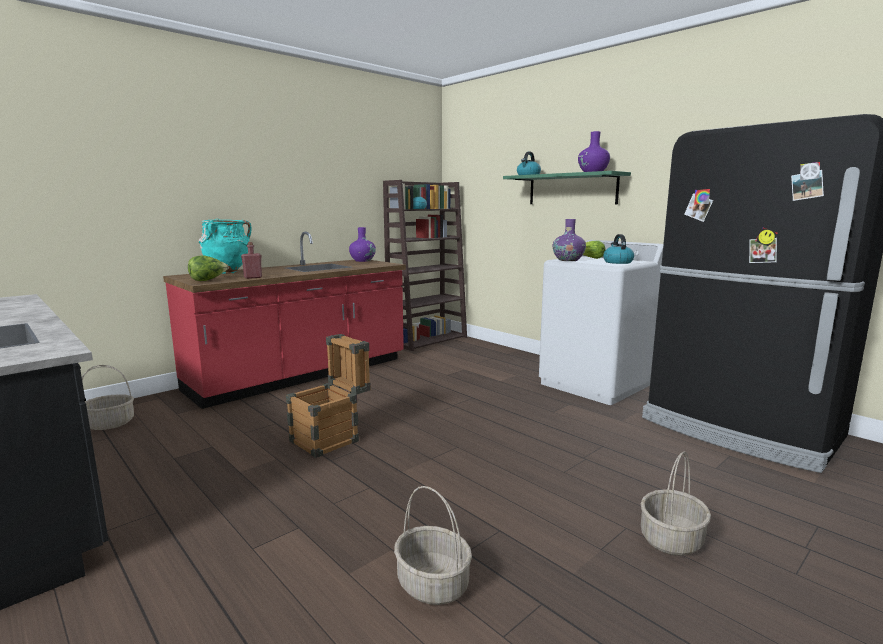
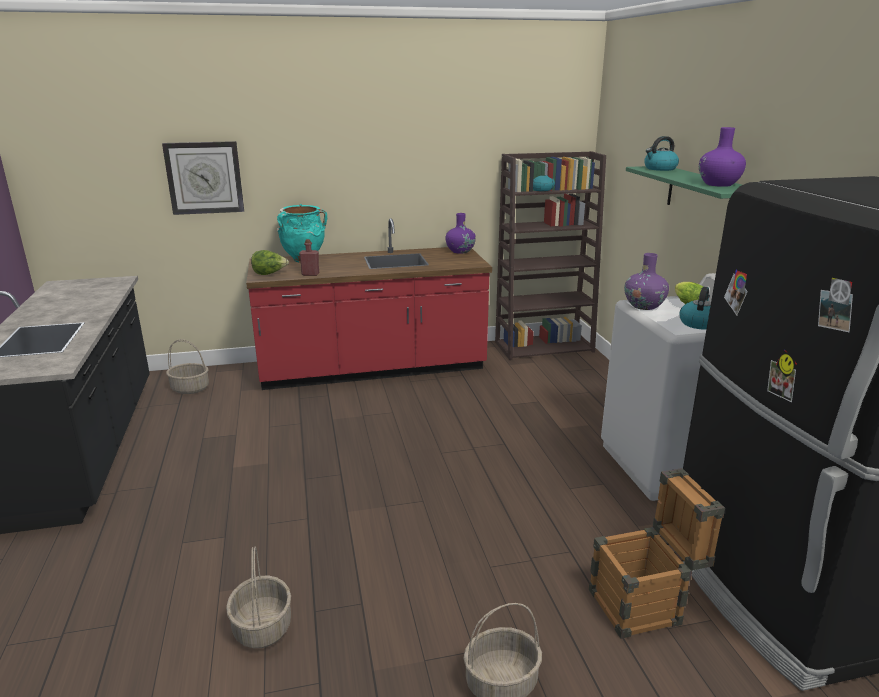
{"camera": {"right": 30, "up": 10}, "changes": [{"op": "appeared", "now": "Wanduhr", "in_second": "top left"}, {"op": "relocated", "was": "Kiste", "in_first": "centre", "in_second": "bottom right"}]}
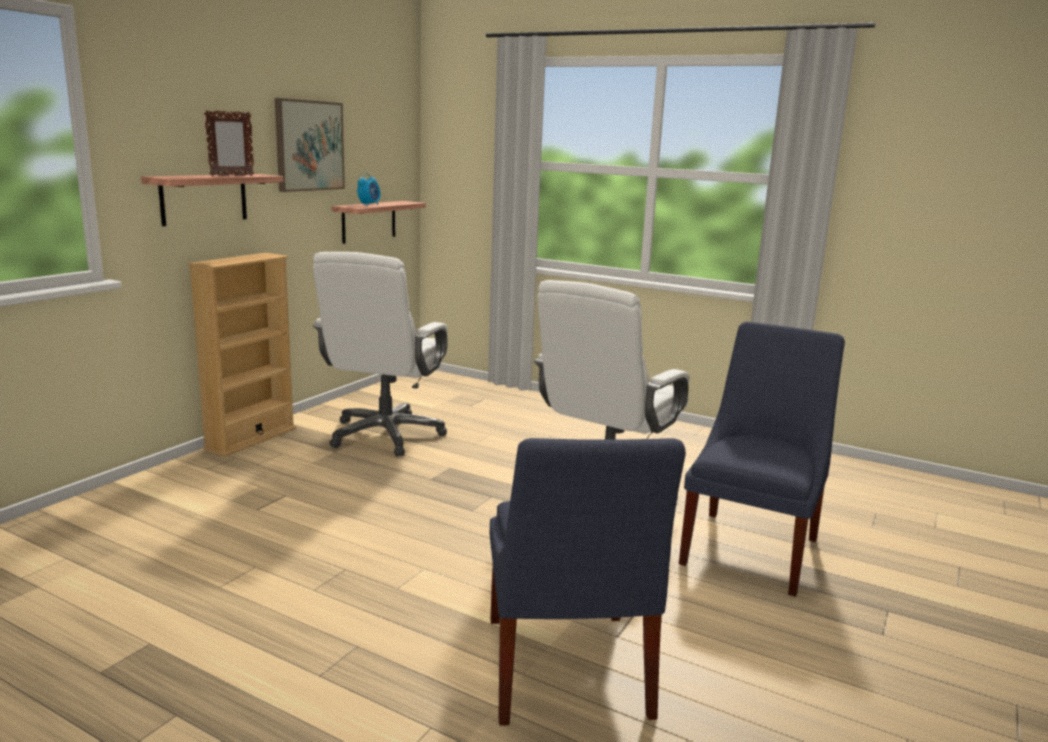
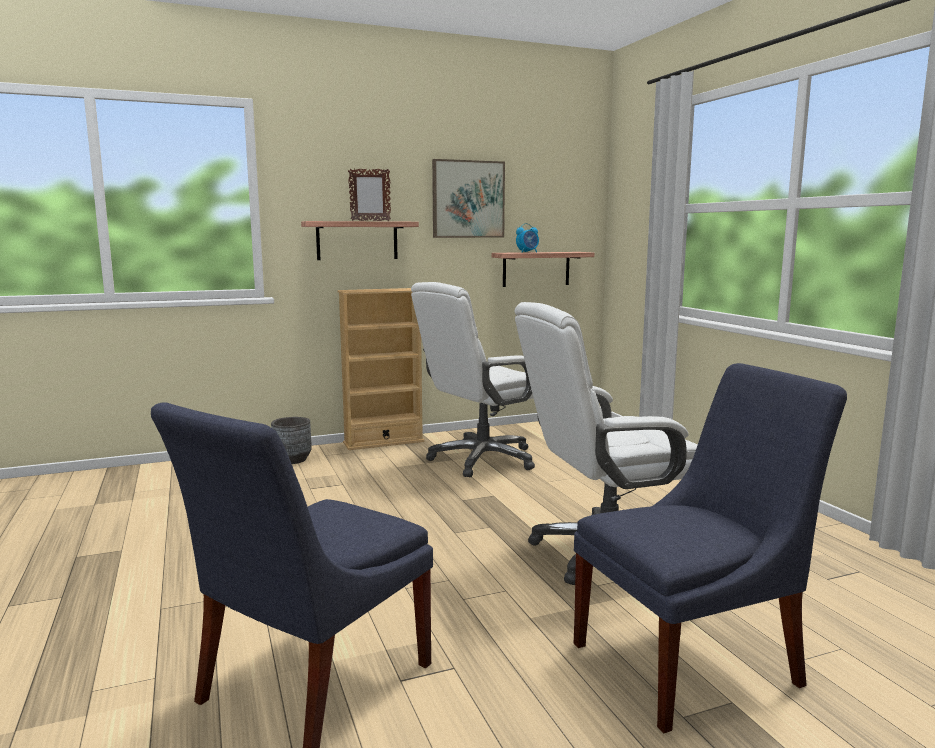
{"camera": {"right": 40, "up": -5}, "changes": [{"op": "appeared", "now": "Pflanzkübel/grau", "in_second": "middle left"}]}
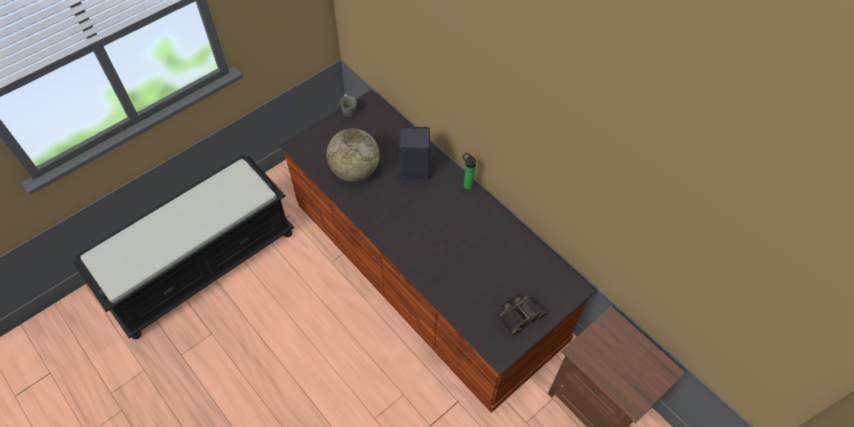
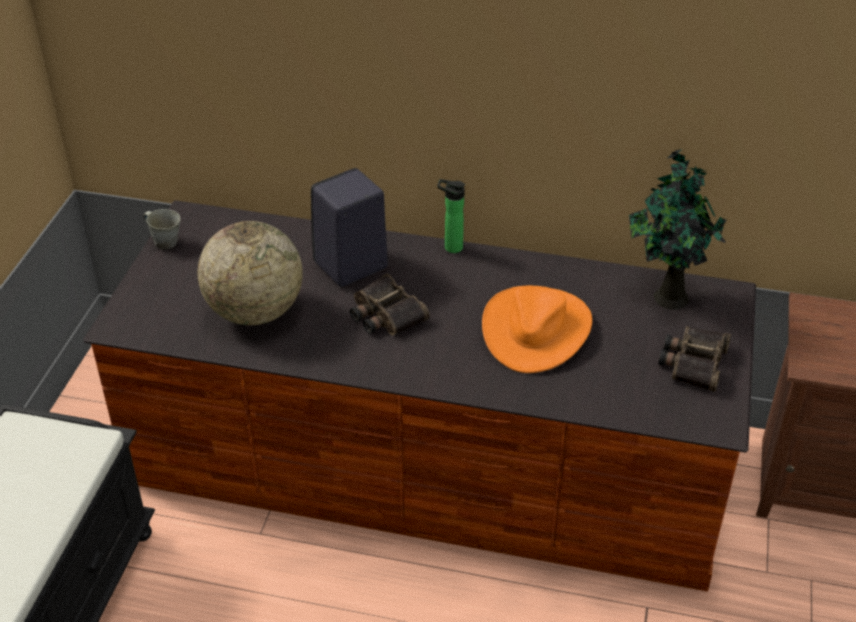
{"camera": {"right": -35, "up": -15}, "changes": [{"op": "appeared", "now": "Fernglas (no. 1 from left)", "in_second": "centre"}, {"op": "appeared", "now": "Hut/orange", "in_second": "centre"}, {"op": "appeared", "now": "Topfpflanze", "in_second": "middle right"}]}
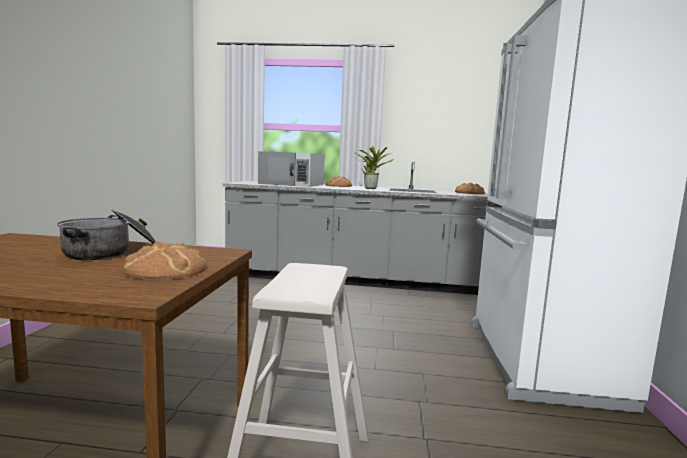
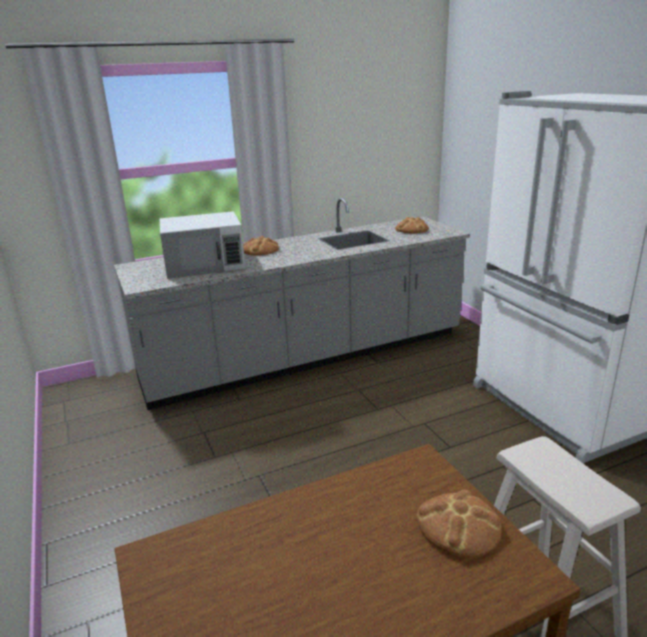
{"camera": {"right": -30, "up": 15}, "changes": [{"op": "missing", "was": "Kochtopf", "in_first": "middle left"}, {"op": "missing", "was": "Topfpflanze", "in_first": "centre"}]}
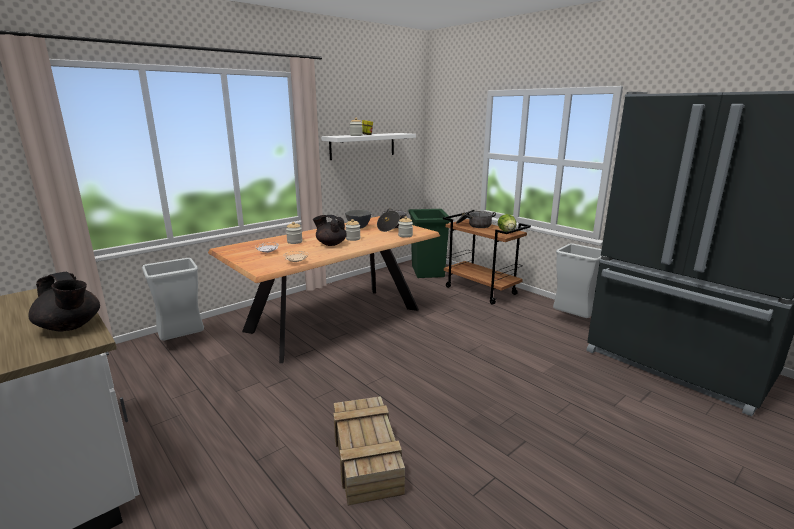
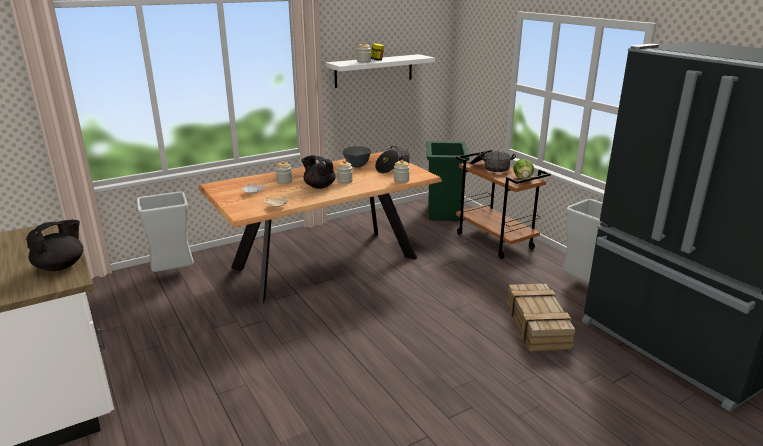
{"camera": {"right": 10, "up": 5}, "changes": [{"op": "spun", "was": "Teekanne/schwarz (no. 1 from left)", "in_first": "middle left", "in_second": "middle left", "clockwise": -105}, {"op": "relocated", "was": "Kiste", "in_first": "bottom centre", "in_second": "bottom right"}]}
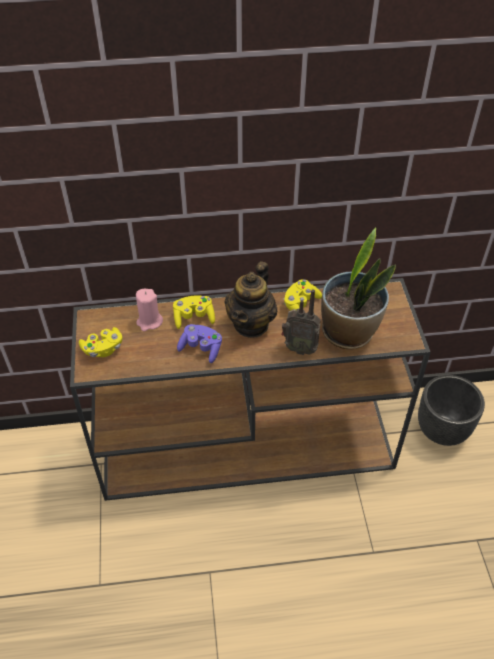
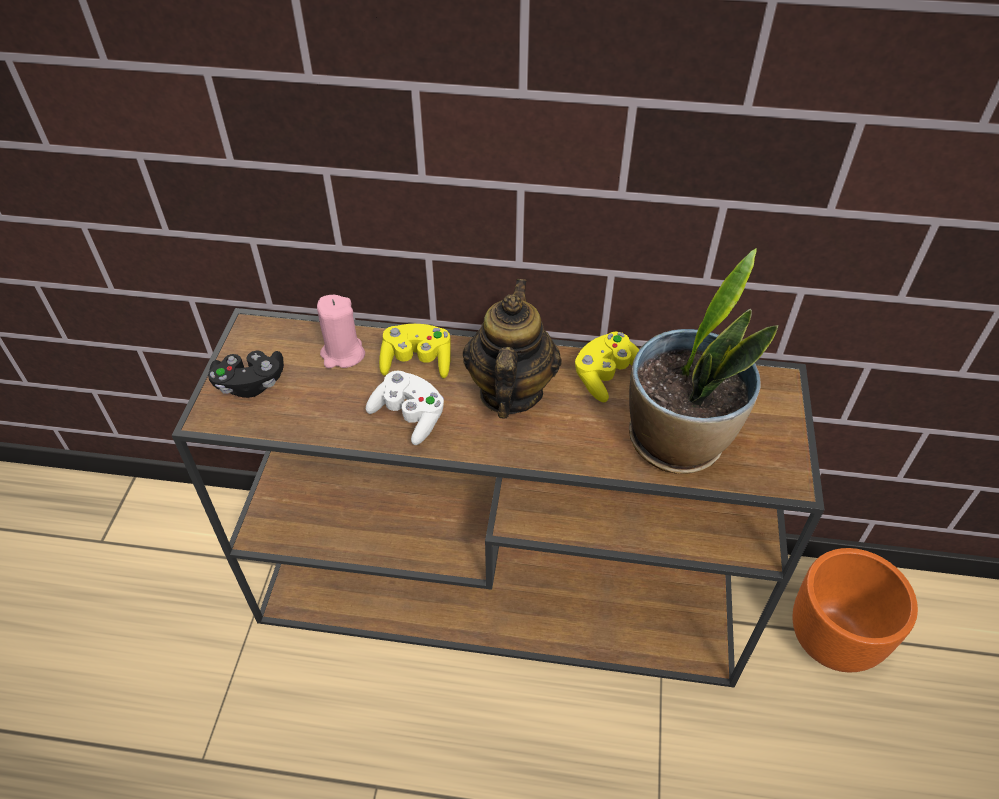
{"camera": {"right": 15, "up": 0}, "changes": [{"op": "colour", "was": "Gamepad/gelb (no. 1 from left)", "now": "Gamepad/schwarz", "in_first": "middle left", "in_second": "middle left"}, {"op": "colour", "was": "Gamepad/lila", "now": "Gamepad/weiß", "in_first": "centre", "in_second": "centre"}, {"op": "spun", "was": "Teekanne", "in_first": "centre", "in_second": "centre", "clockwise": 150}, {"op": "colour", "was": "Pflanzkübel/schwarz", "now": "Pflanzkübel/orange", "in_first": "middle right", "in_second": "bottom right"}, {"op": "missing", "was": "Radio", "in_first": "centre"}]}
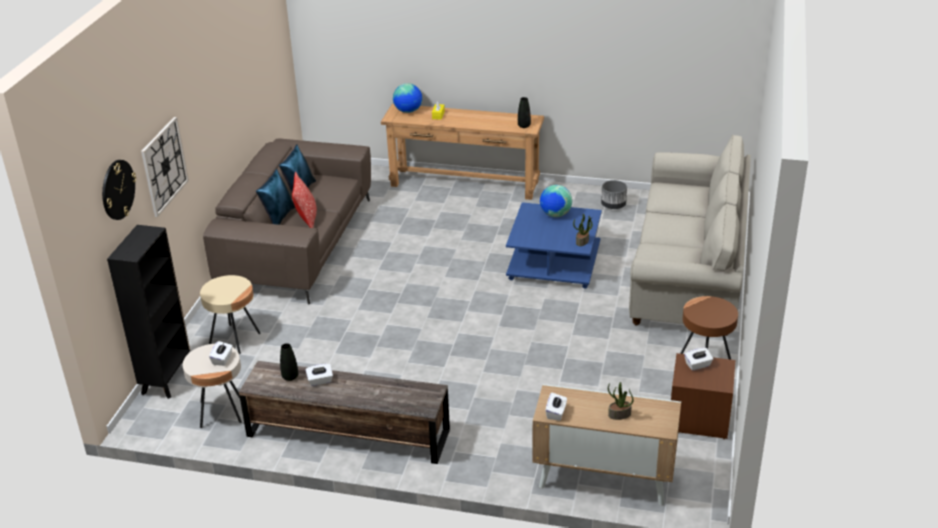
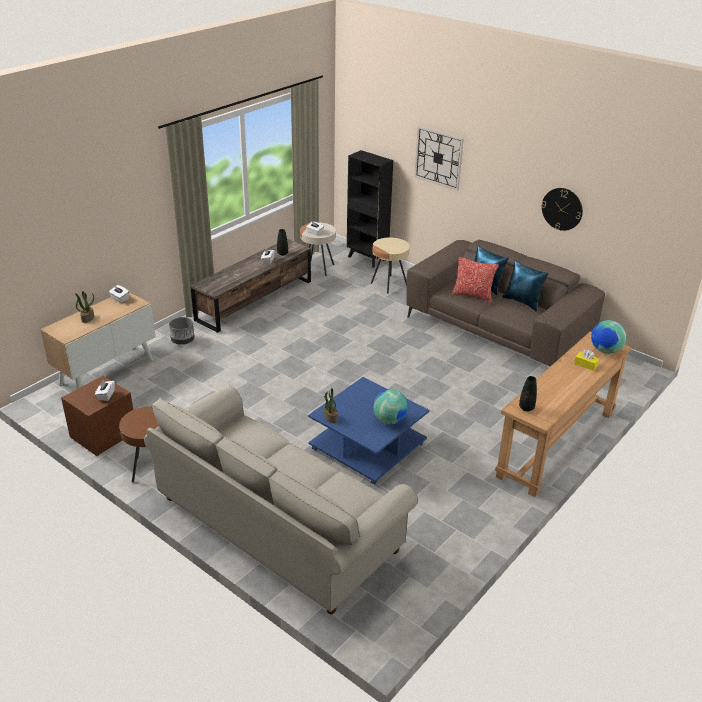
{"camera": {"right": 115, "up": 0}, "changes": [{"op": "relocated", "was": "Pflanzkübel/grau", "in_first": "centre", "in_second": "middle left"}, {"op": "relocated", "was": "Wanduhr (no. 1 from left in the first image)", "now": "Wanduhr (no. 2 from left)", "in_first": "middle left", "in_second": "top right"}]}
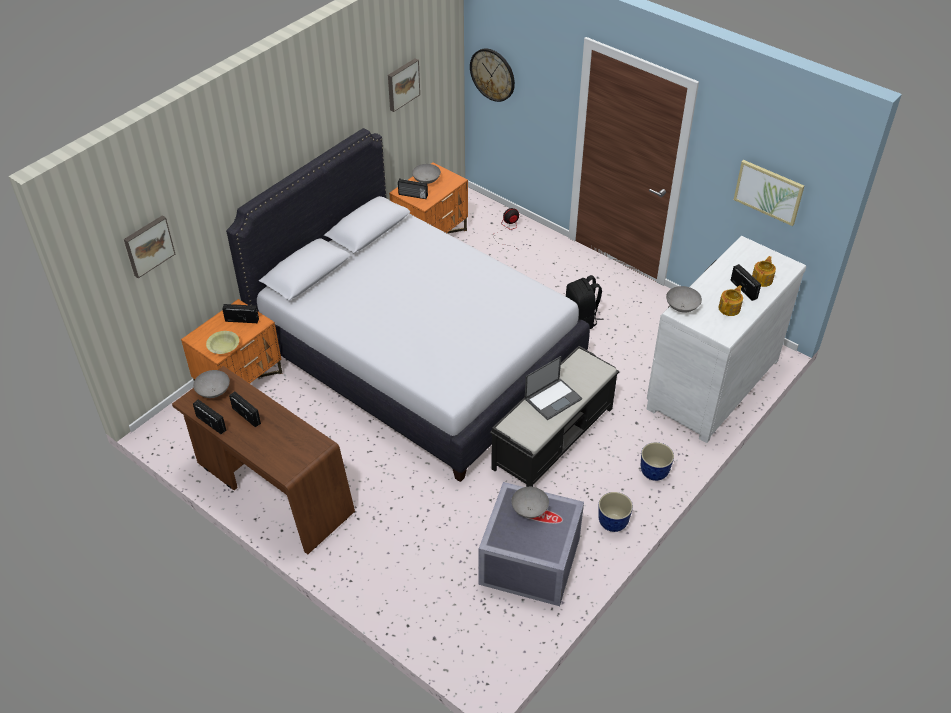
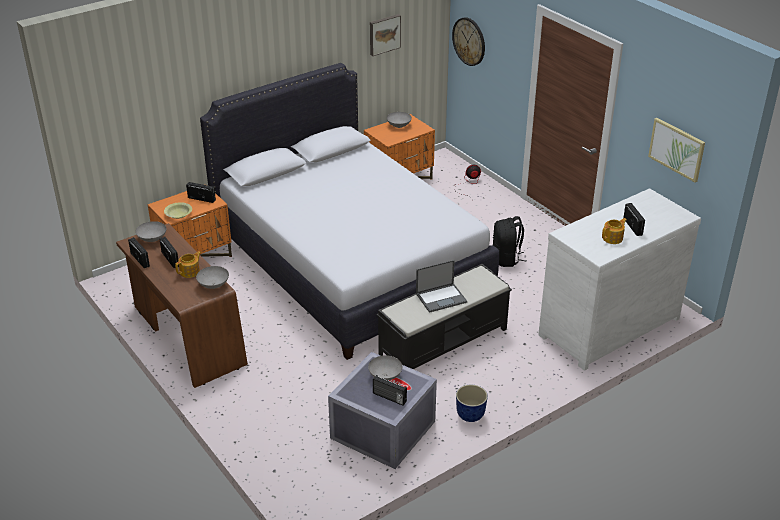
{"camera": {"right": 15, "up": -10}, "changes": [{"op": "relocated", "was": "Teekanne (no. 2 from left in the first image)", "now": "Teekanne (no. 1 from left)", "in_first": "middle right", "in_second": "middle left"}, {"op": "relocated", "was": "Schüssel/grau (no. 4 from left in the first image)", "now": "Schüssel/grau (no. 2 from left)", "in_first": "middle right", "in_second": "middle left"}, {"op": "relocated", "was": "Radio (no. 4 from left)", "in_first": "top centre", "in_second": "bottom centre"}, {"op": "missing", "was": "Bild (no. 1 from left)", "in_first": "middle left"}, {"op": "missing", "was": "Pflanzkübel (no. 2 from left)", "in_first": "middle right"}]}
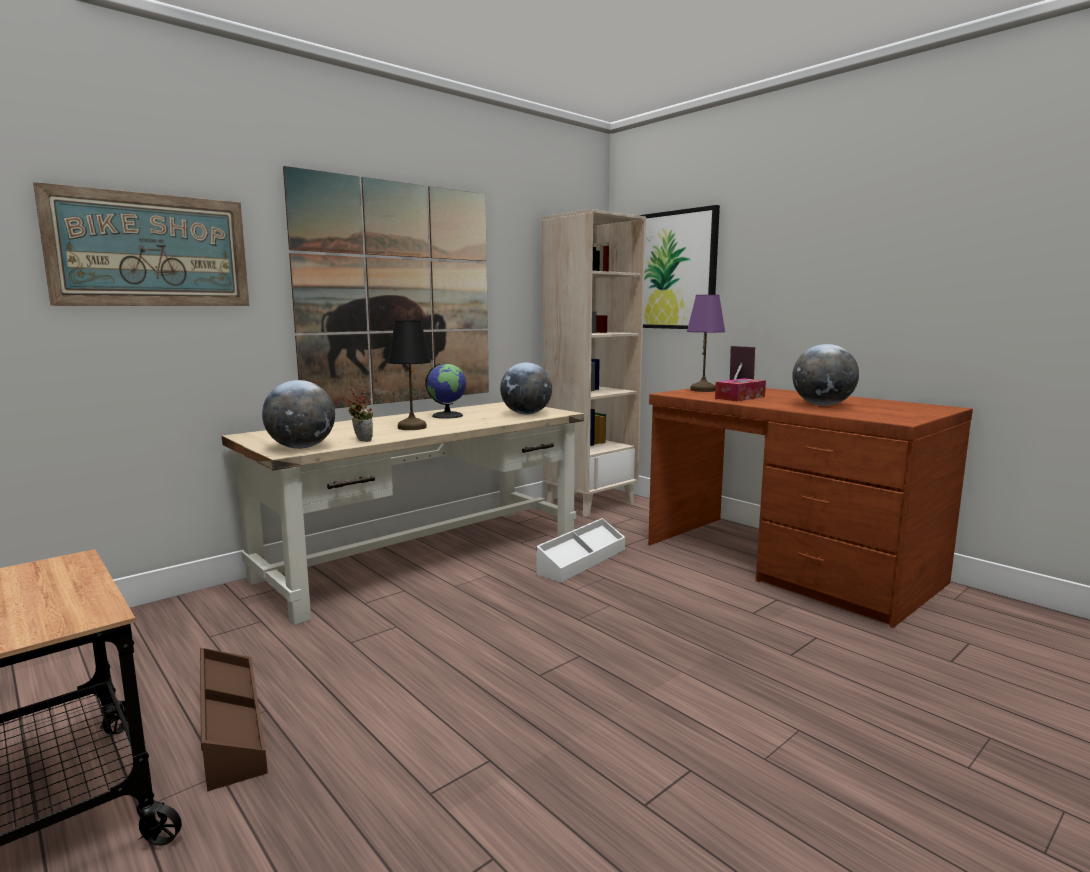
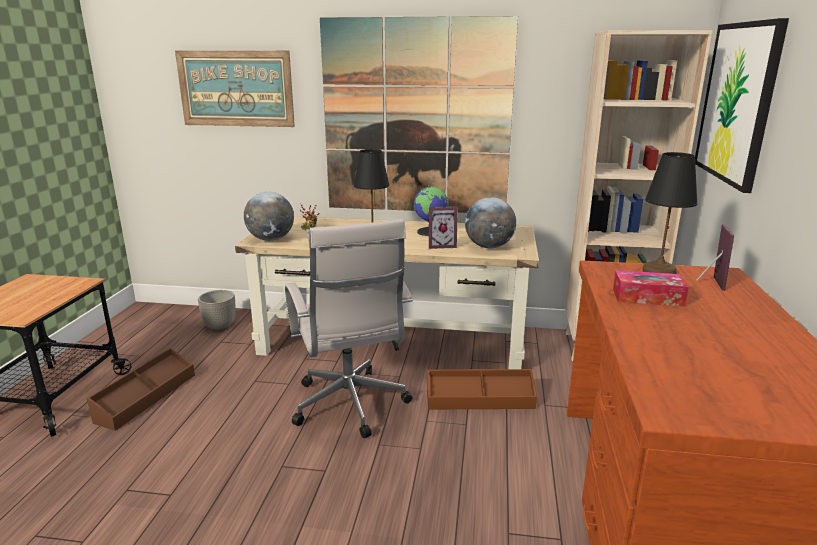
{"camera": {"right": 50, "up": 10}, "changes": [{"op": "appeared", "now": "Pflanzkübel", "in_second": "middle left"}, {"op": "appeared", "now": "Bürostuhl/weiß", "in_second": "centre"}, {"op": "colour", "was": "Aufbewahrungsbox/weiß", "now": "Aufbewahrungsbox/braun (no. 2 from left)", "in_first": "centre", "in_second": "bottom centre"}, {"op": "appeared", "now": "Bilderrahmen (no. 1 from left)", "in_second": "centre"}, {"op": "colour", "was": "Tischlampe/lila", "now": "Tischlampe/schwarz (no. 2 from left)", "in_first": "centre", "in_second": "middle right"}, {"op": "missing", "was": "Globus (no. 4 from left)", "in_first": "middle right"}]}
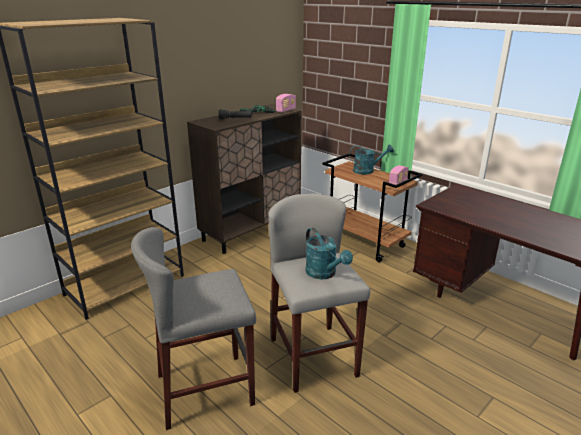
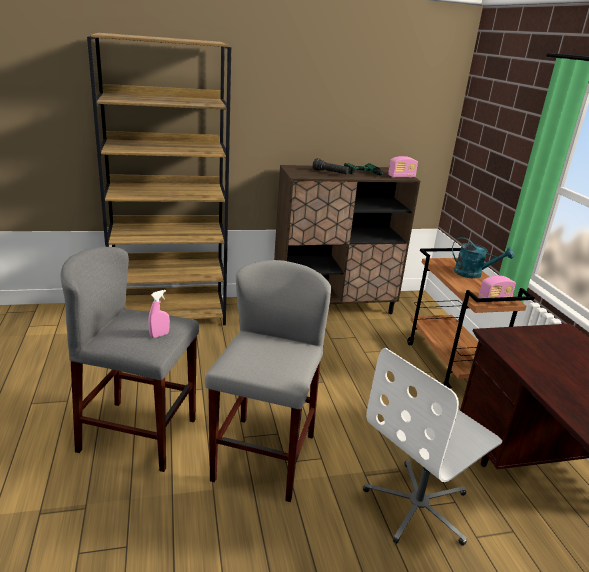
{"camera": {"right": 30, "up": 0}, "changes": [{"op": "appeared", "now": "Sprühflasche/rosa", "in_second": "middle left"}, {"op": "appeared", "now": "Bürostuhl/weiß", "in_second": "bottom right"}, {"op": "missing", "was": "Gießkanne/türkis (no. 1 from left)", "in_first": "centre"}]}
